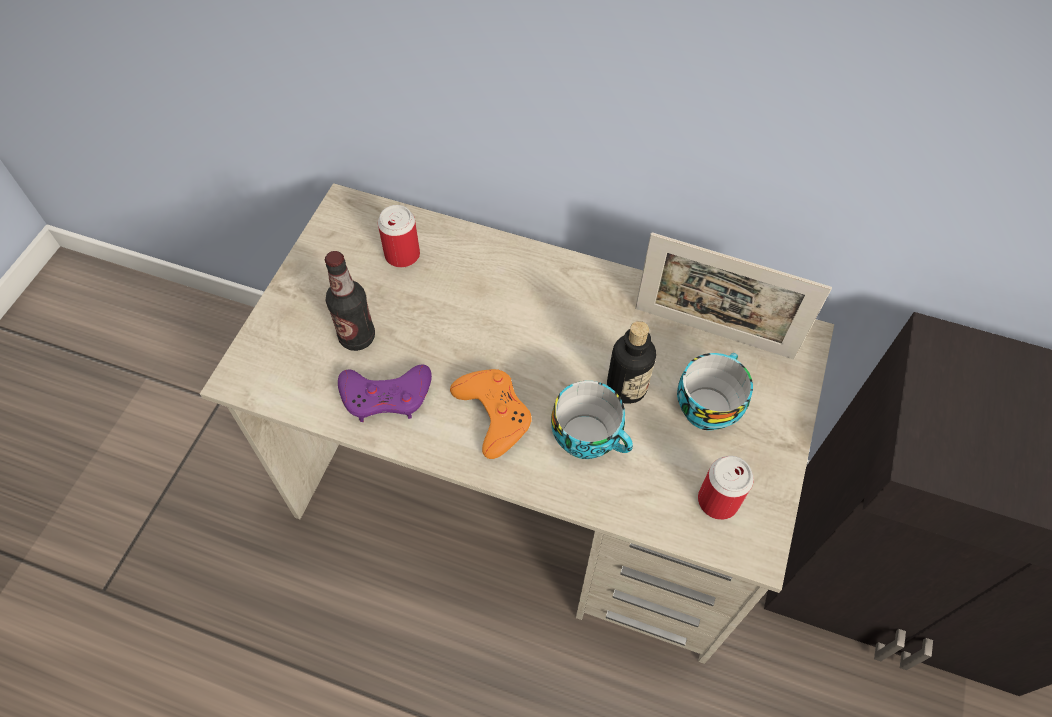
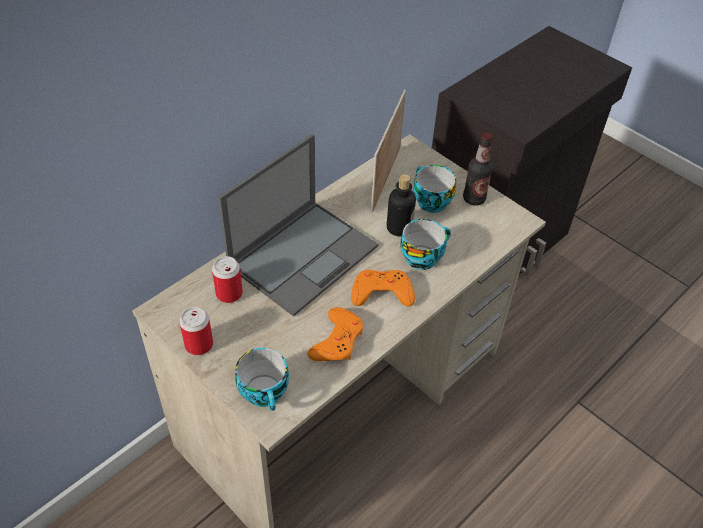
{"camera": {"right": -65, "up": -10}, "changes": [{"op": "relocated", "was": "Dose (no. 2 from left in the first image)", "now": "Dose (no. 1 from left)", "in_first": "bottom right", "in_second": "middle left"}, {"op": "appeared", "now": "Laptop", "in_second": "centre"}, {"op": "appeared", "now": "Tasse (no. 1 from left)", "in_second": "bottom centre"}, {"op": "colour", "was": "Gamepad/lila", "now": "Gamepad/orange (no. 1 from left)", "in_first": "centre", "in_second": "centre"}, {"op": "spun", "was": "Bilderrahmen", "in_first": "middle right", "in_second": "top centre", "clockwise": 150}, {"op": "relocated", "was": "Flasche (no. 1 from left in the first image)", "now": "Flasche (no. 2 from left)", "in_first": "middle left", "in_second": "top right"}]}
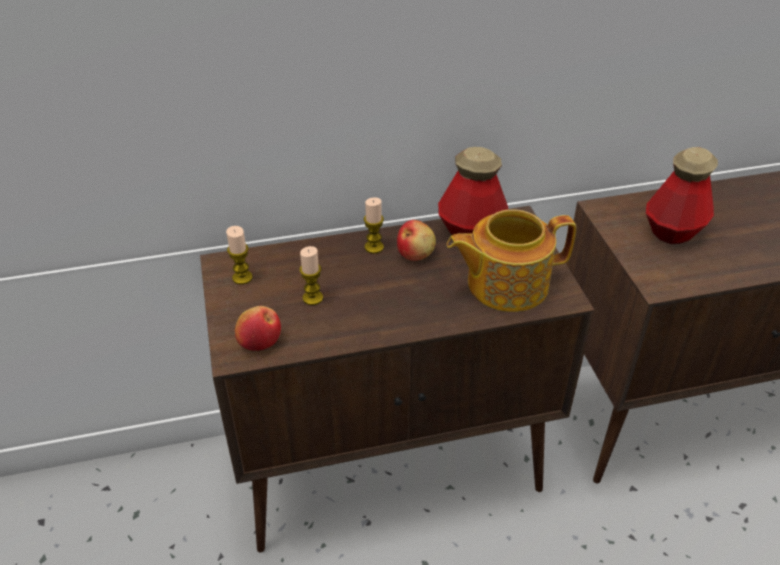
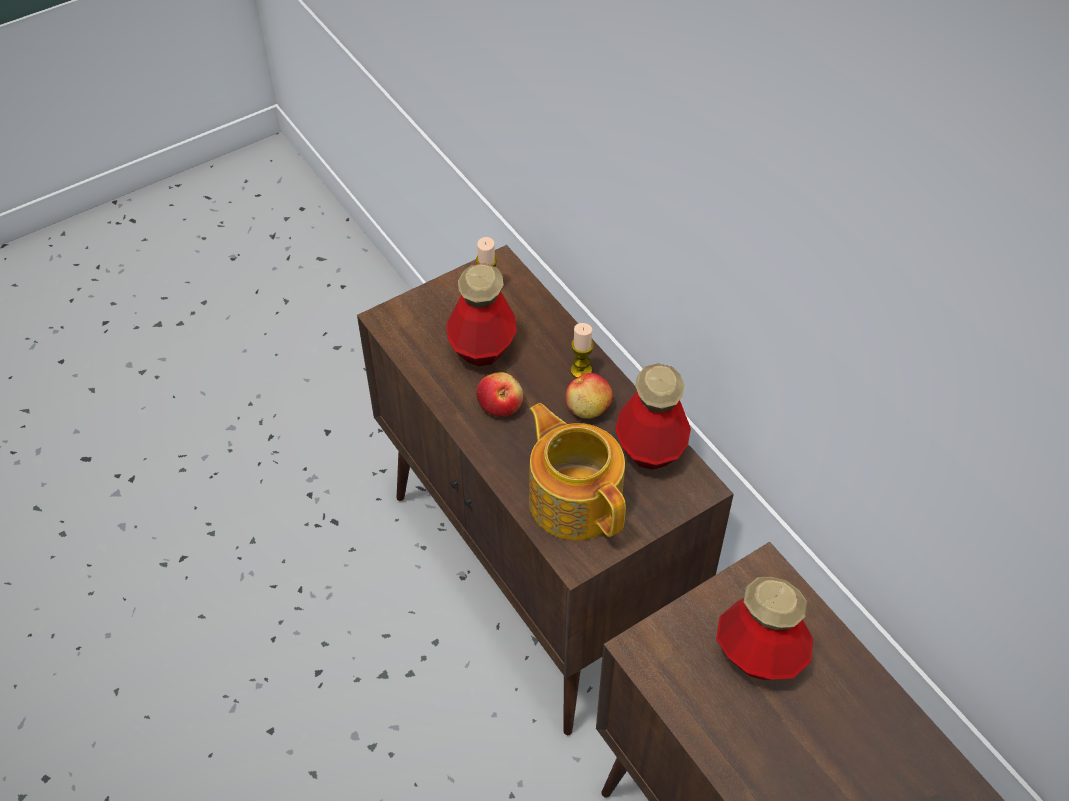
{"camera": {"right": 70, "up": 10}, "changes": [{"op": "exchanged", "was": "Kerze (no. 2 from left)", "now": "Flasche (no. 1 from left)", "in_first": "centre", "in_second": "centre"}, {"op": "relocated", "was": "Apfel (no. 1 from left)", "in_first": "middle left", "in_second": "centre"}]}
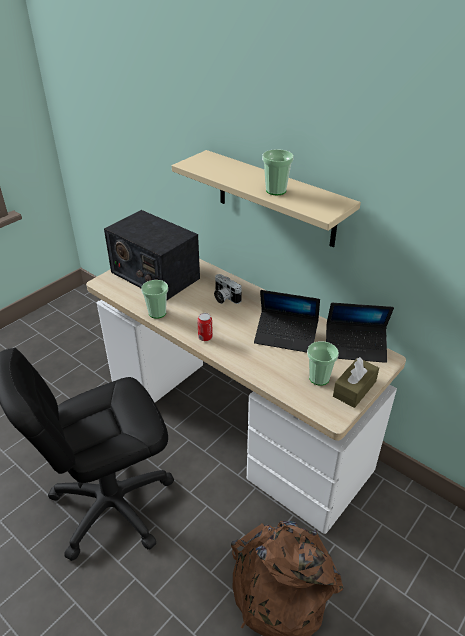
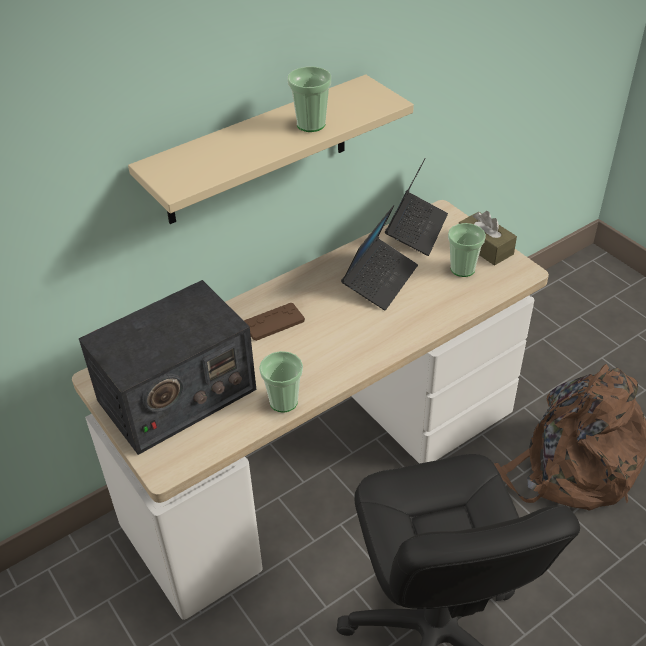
{"camera": {"right": -75, "up": 5}, "changes": [{"op": "exchanged", "was": "Kamera", "now": "Gamepad/braun", "in_first": "centre", "in_second": "centre"}, {"op": "missing", "was": "Dose", "in_first": "centre"}]}
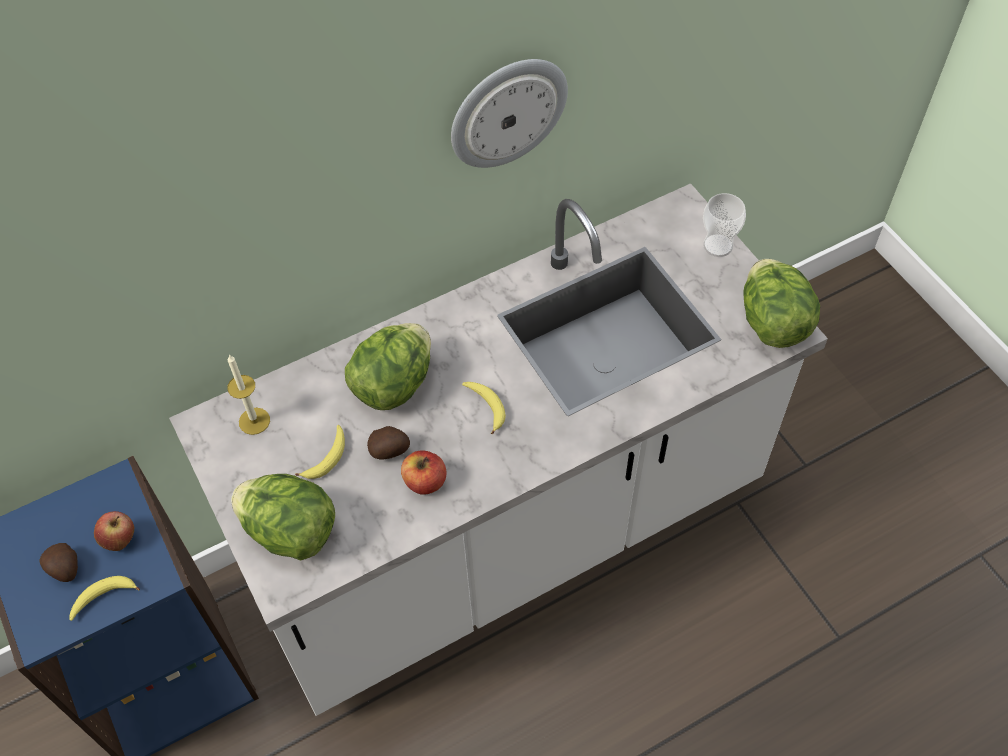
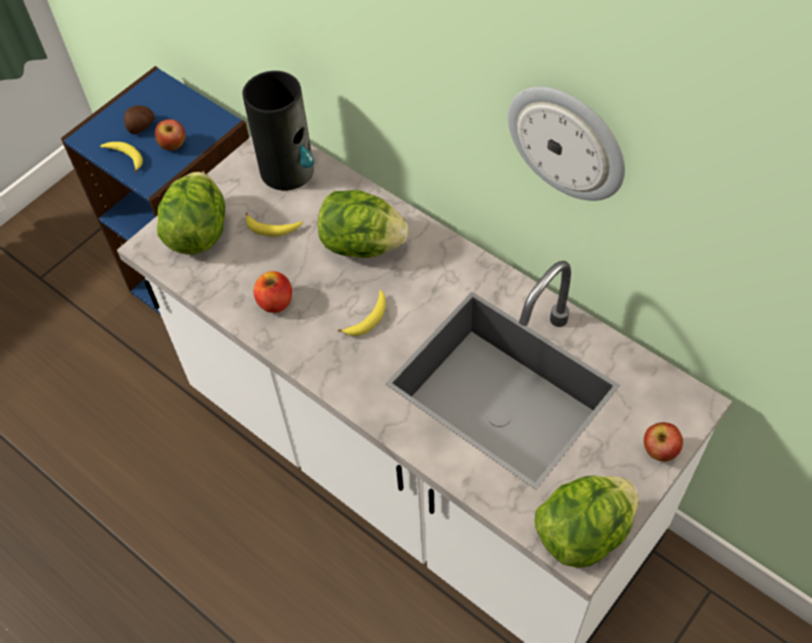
{"camera": {"right": 70, "up": 0}, "changes": [{"op": "exchanged", "was": "Kerze", "now": "Vase", "in_first": "middle left", "in_second": "top centre"}, {"op": "exchanged", "was": "Tasse", "now": "Apfel (no. 3 from left)", "in_first": "top right", "in_second": "bottom right"}, {"op": "missing", "was": "Kartoffel (no. 2 from left)", "in_first": "centre"}]}
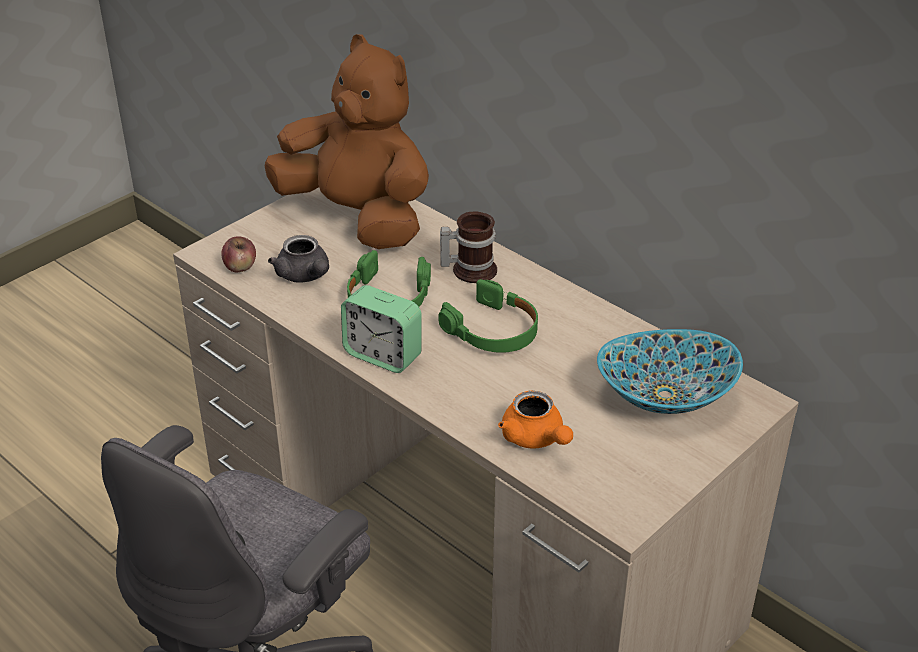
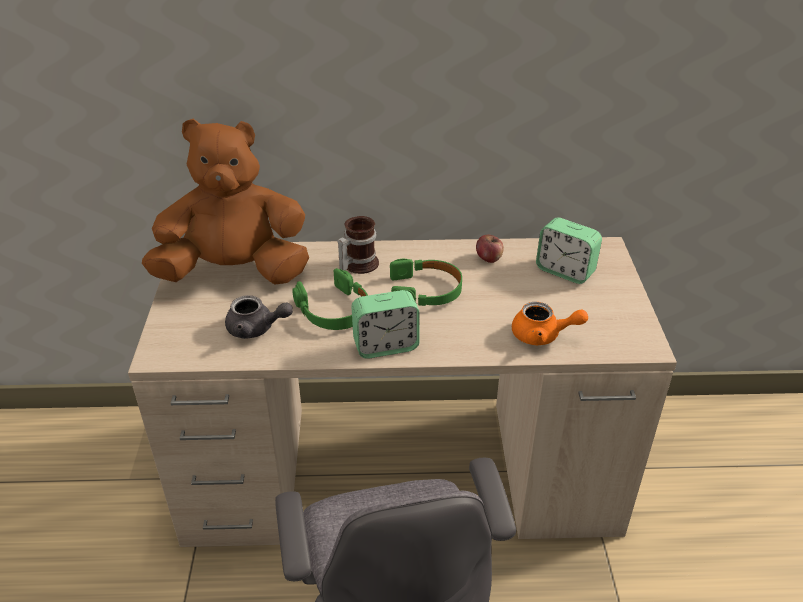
{"camera": {"right": -45, "up": 0}, "changes": [{"op": "relocated", "was": "Apfel", "in_first": "middle left", "in_second": "centre"}, {"op": "exchanged", "was": "Schüssel", "now": "Wecker (no. 2 from left)", "in_first": "middle right", "in_second": "middle right"}]}
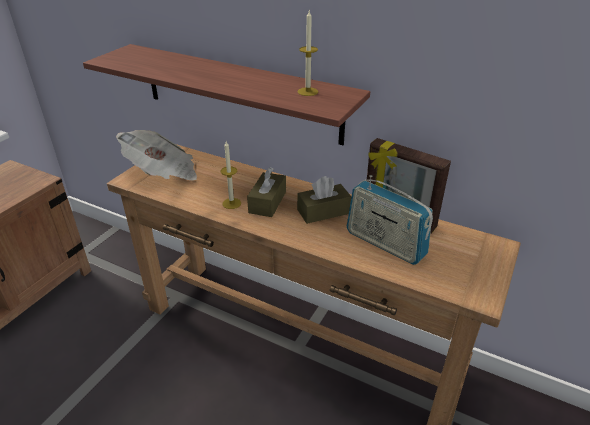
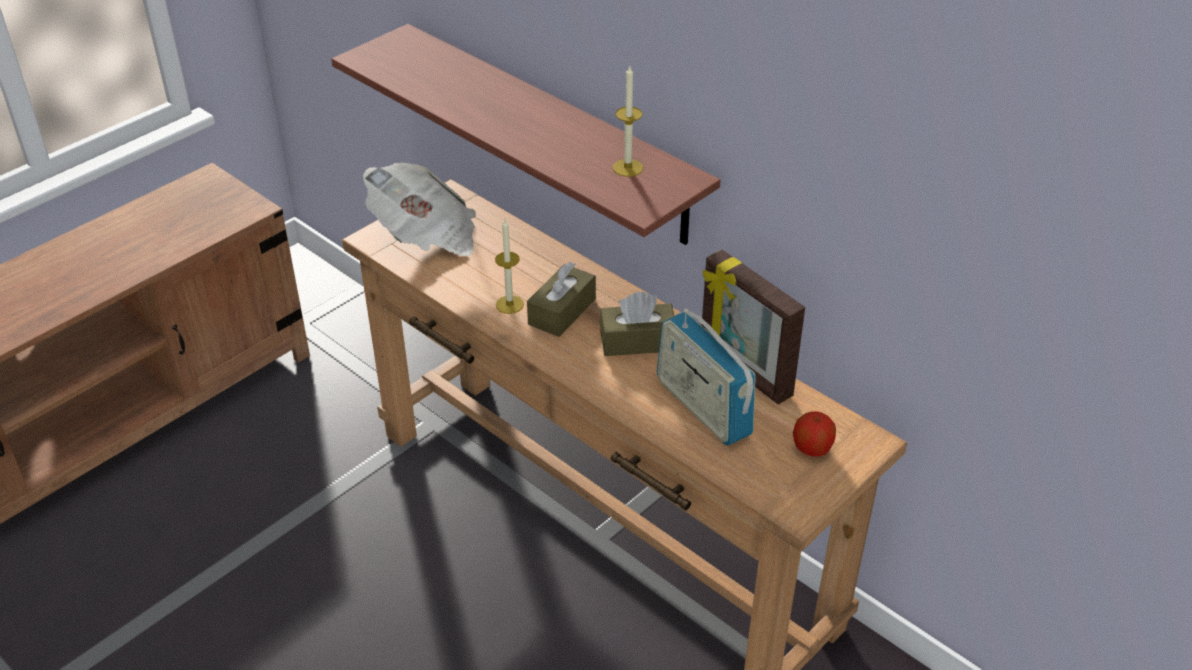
{"camera": {"right": 15, "up": 5}, "changes": [{"op": "appeared", "now": "Apfel", "in_second": "middle right"}]}
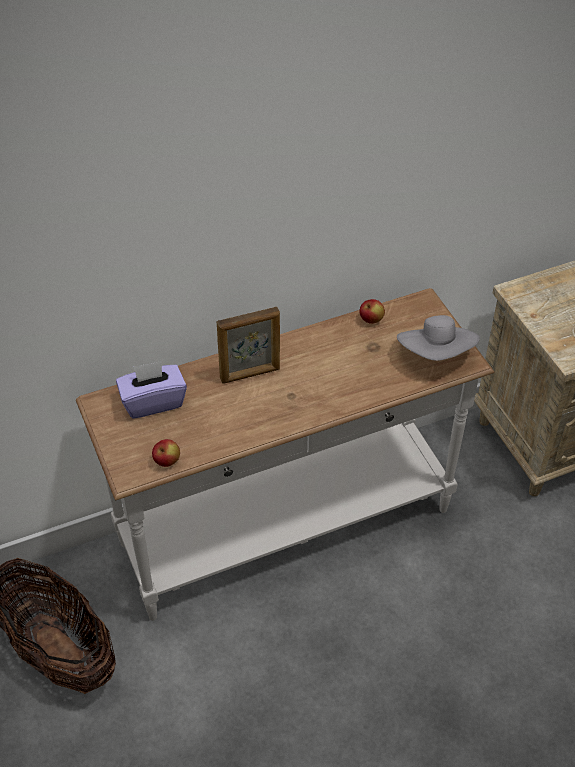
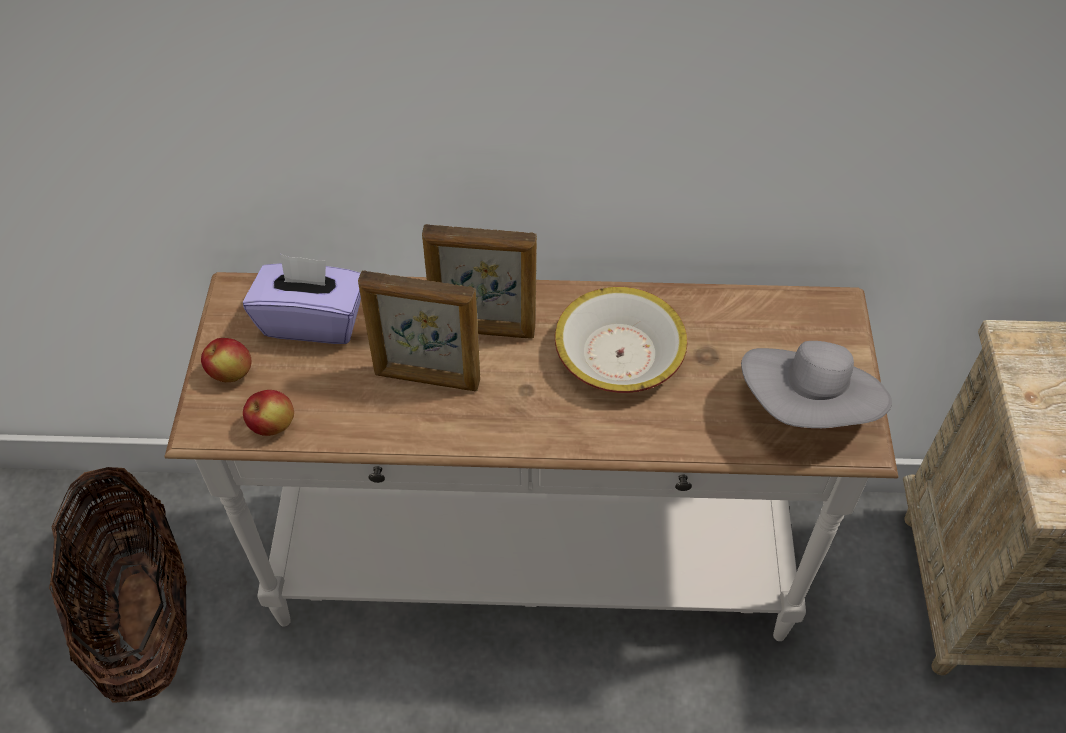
{"camera": {"right": 25, "up": 5}, "changes": [{"op": "relocated", "was": "Apfel (no. 2 from left in the first image)", "now": "Apfel (no. 1 from left)", "in_first": "centre", "in_second": "middle left"}, {"op": "appeared", "now": "Bilderrahmen (no. 1 from left)", "in_second": "centre"}, {"op": "appeared", "now": "Schüssel", "in_second": "centre"}]}
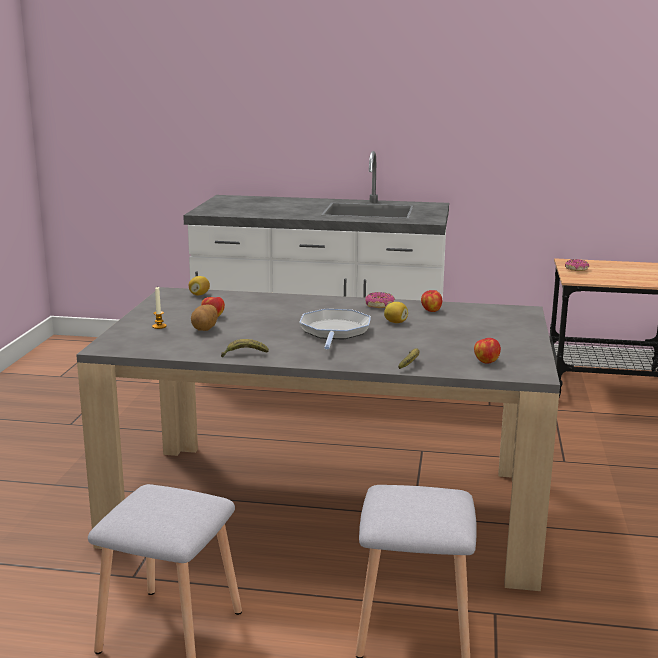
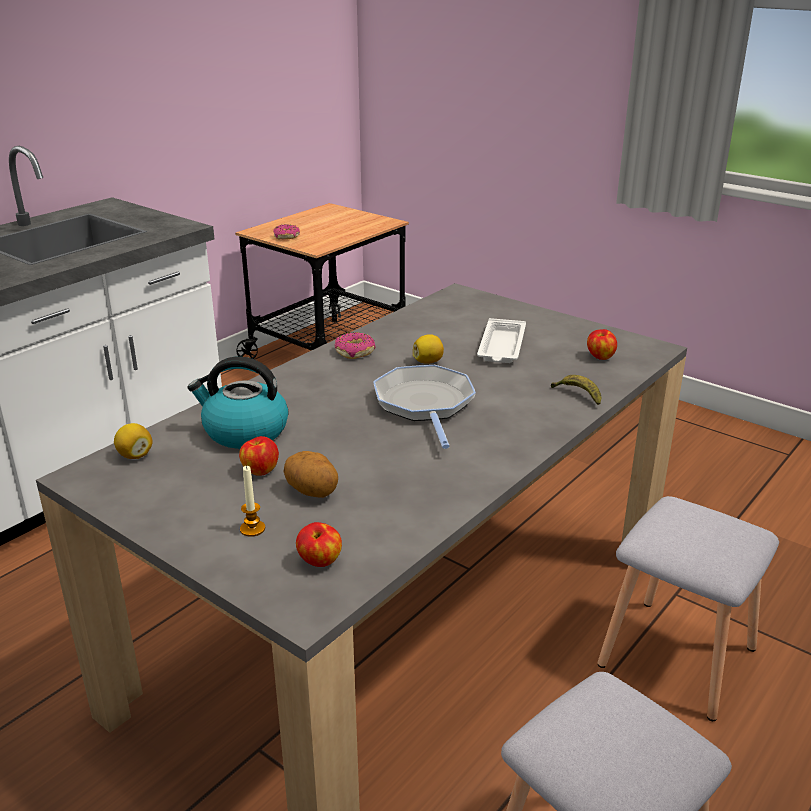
{"camera": {"right": -60, "up": 10}, "changes": [{"op": "appeared", "now": "Wasserkessel", "in_second": "middle left"}, {"op": "relocated", "was": "Apfel (no. 2 from left)", "in_first": "centre", "in_second": "bottom centre"}, {"op": "spun", "was": "Pfanne", "in_first": "centre", "in_second": "centre", "clockwise": 45}, {"op": "appeared", "now": "Tablett/weiß", "in_second": "centre"}, {"op": "missing", "was": "Banane (no. 1 from left)", "in_first": "centre"}]}
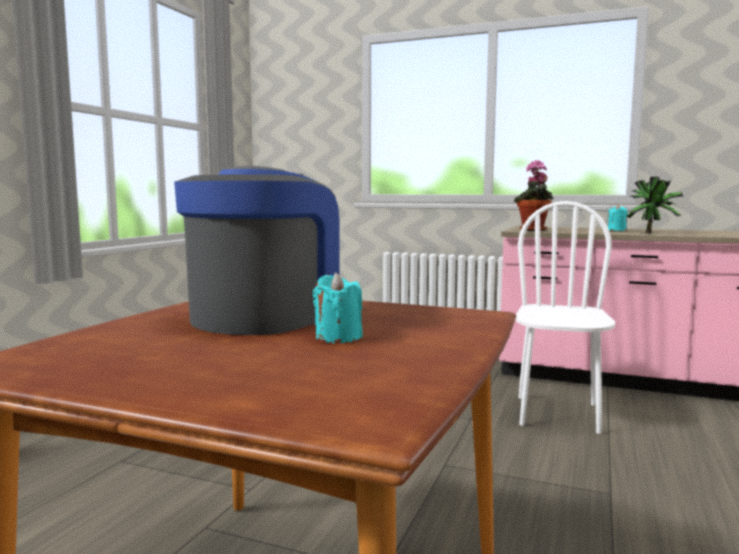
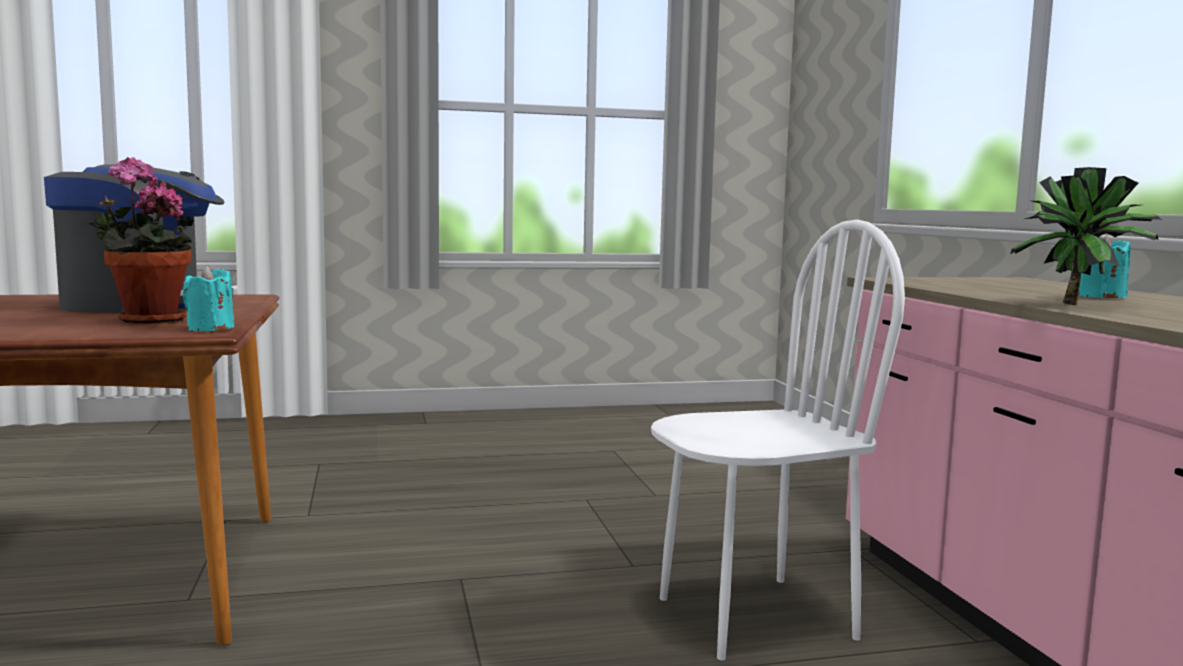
{"camera": {"right": 55, "up": 0}, "changes": [{"op": "relocated", "was": "Topfpflanze (no. 1 from left)", "in_first": "middle right", "in_second": "middle left"}, {"op": "relocated", "was": "Kerze/türkis (no. 1 from left)", "in_first": "centre", "in_second": "middle left"}]}
